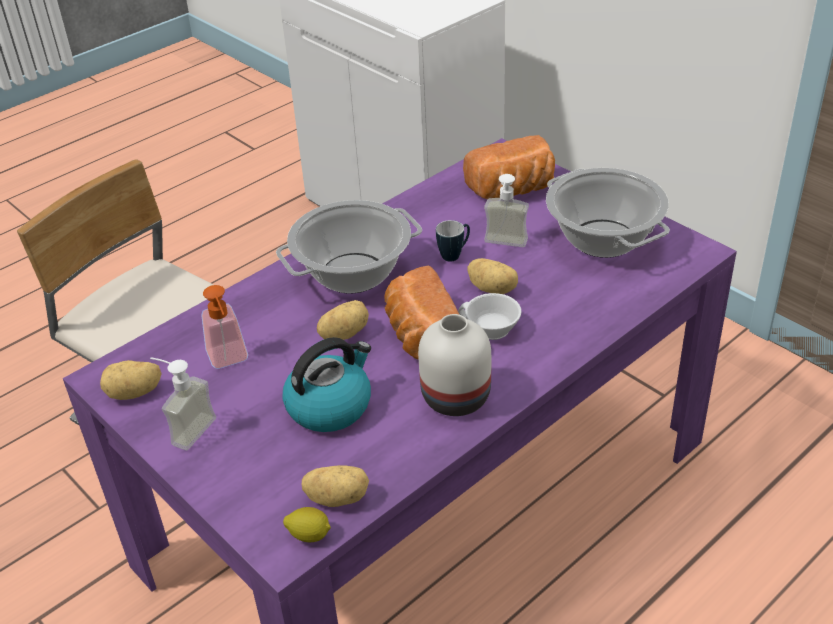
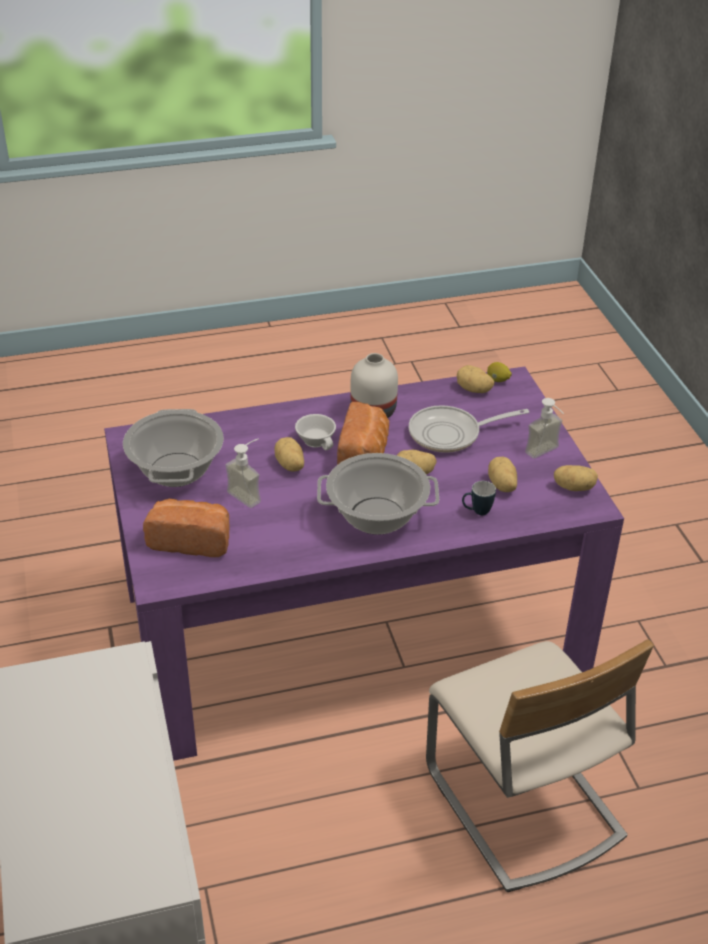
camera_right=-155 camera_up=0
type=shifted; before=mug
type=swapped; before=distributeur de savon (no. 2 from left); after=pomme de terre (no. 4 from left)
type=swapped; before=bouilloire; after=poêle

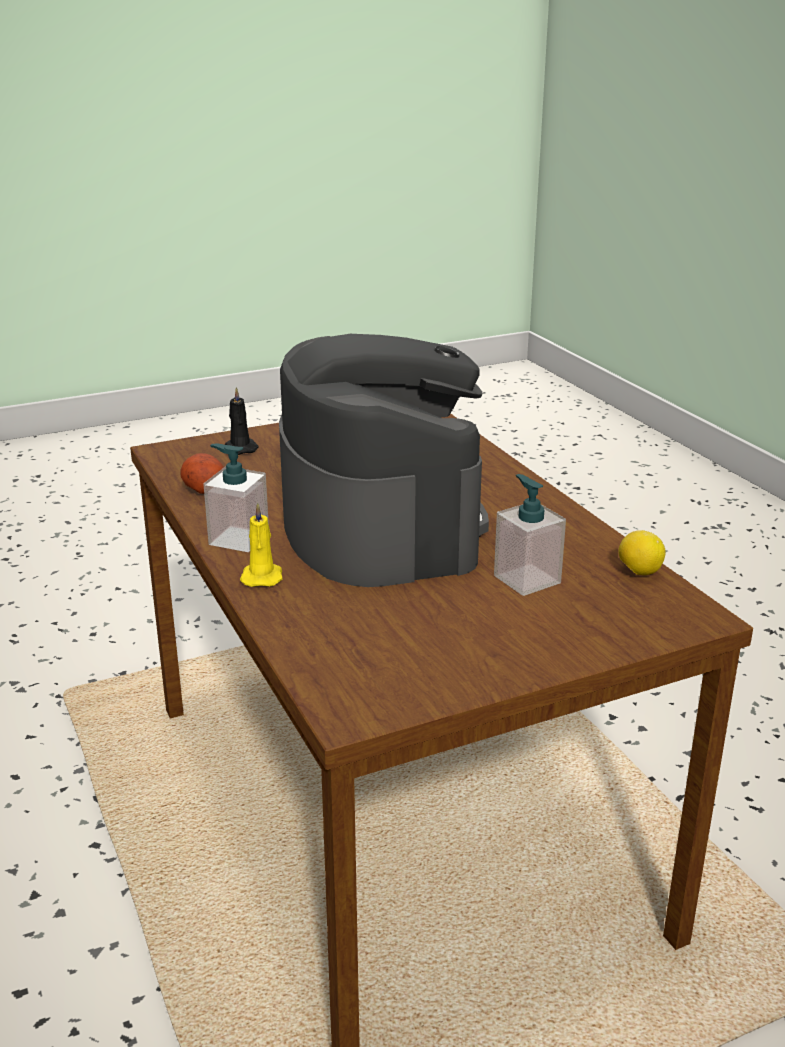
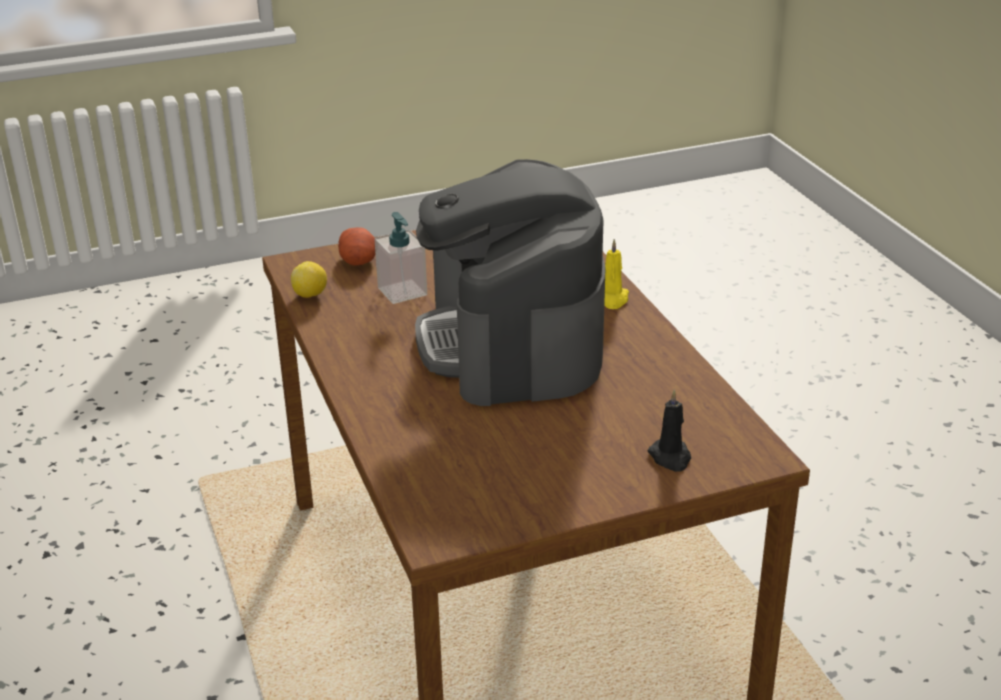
camera_right=-175 camera_up=5
type=gone; before=distributeur de savon (no. 1 from left)
type=shifted; before=pomme de terre

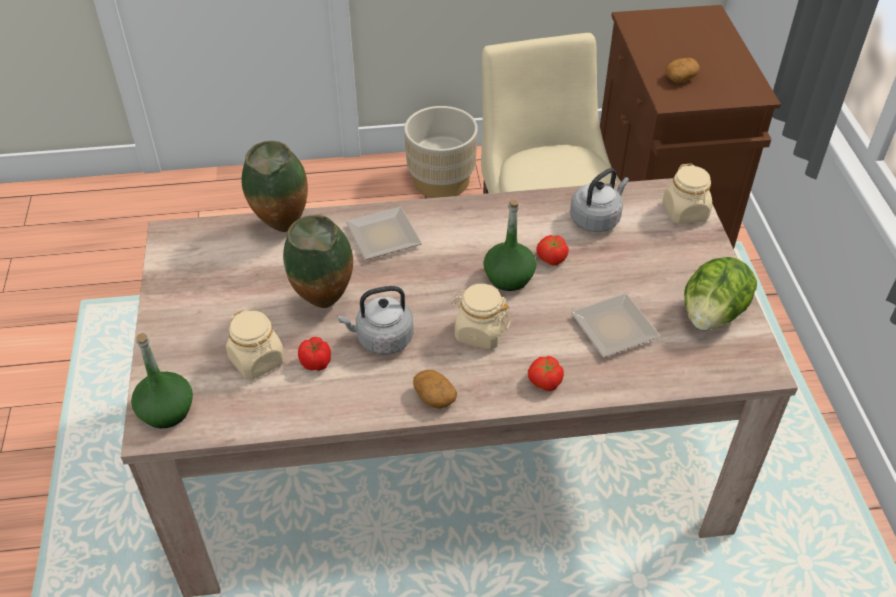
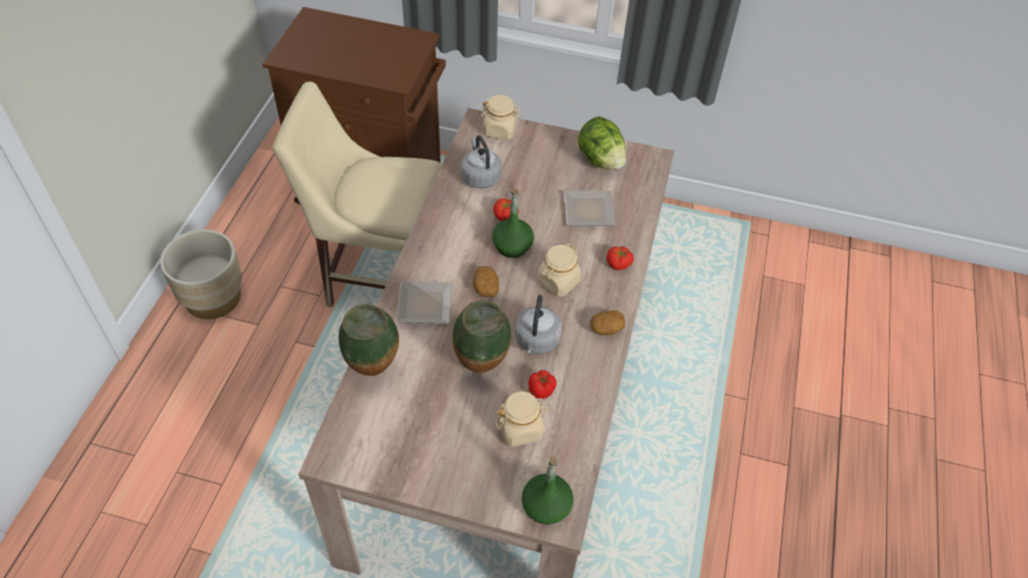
camera_right=-70 camera_up=5
type=shifted; before=pomme de terre (no. 2 from left in the first image); after=pomme de terre (no. 1 from left)

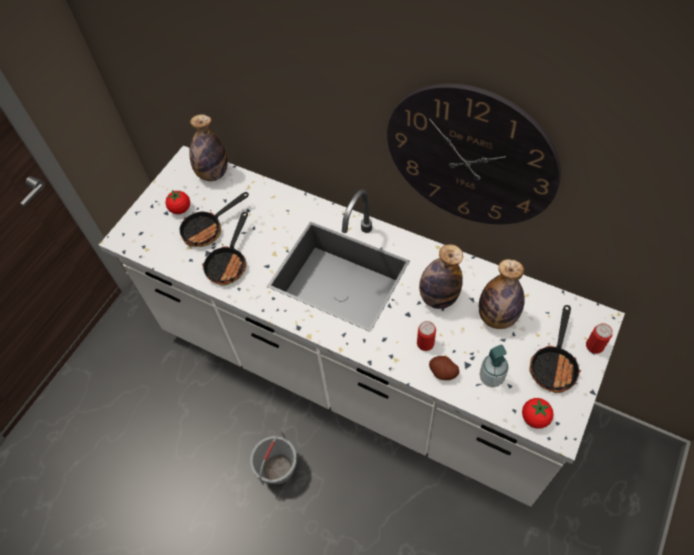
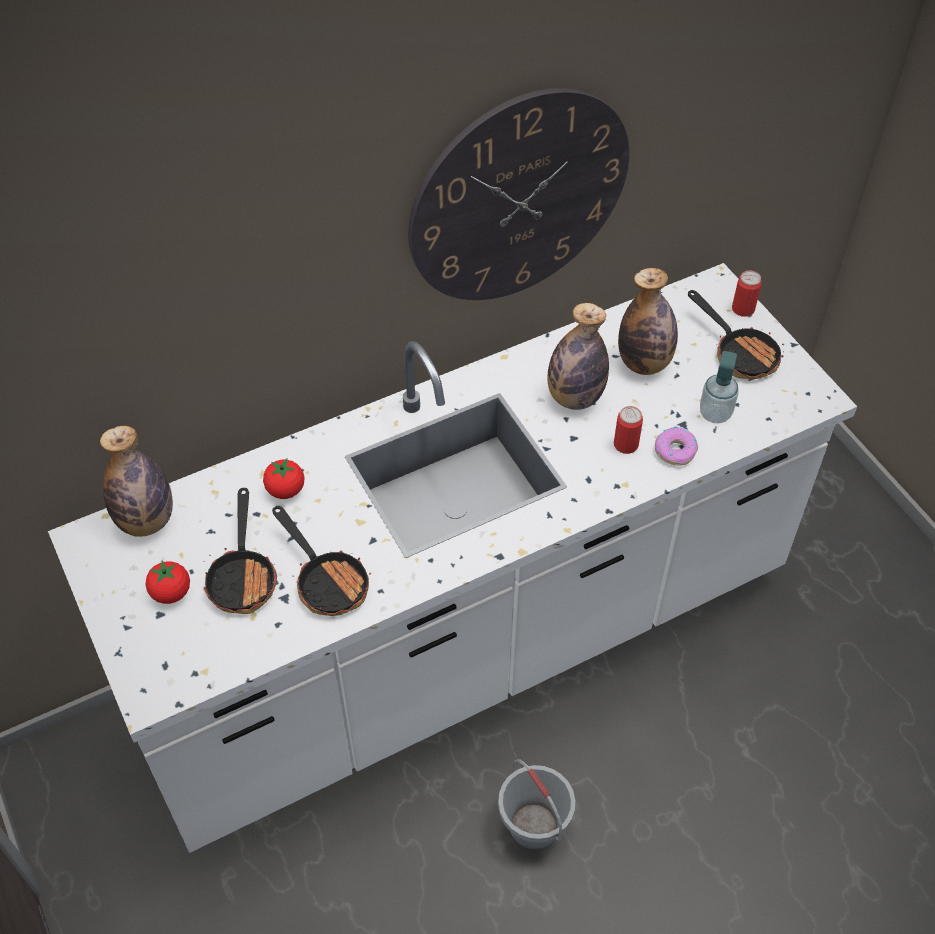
camera_right=-60 camera_up=-5
type=shifted; before=tomate (no. 2 from left)
type=swapped; before=pomme de terre; after=beignet

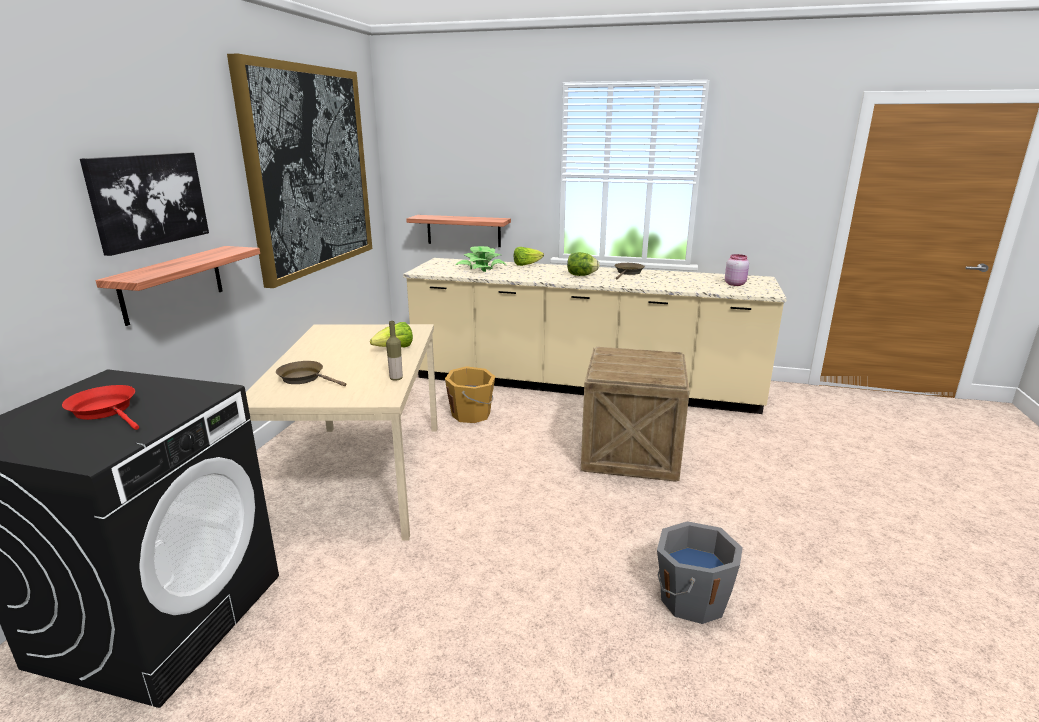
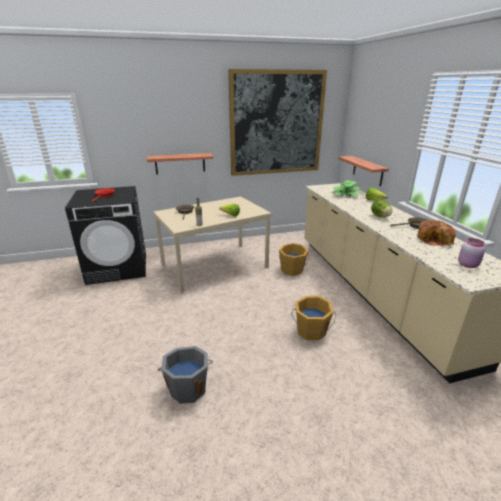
camera_right=60 camera_up=5
type=gone; before=tableau (no. 1 from left)
type=new; after=pain
type=swapped; before=caisse; after=seau [orange] (no. 2 from left)

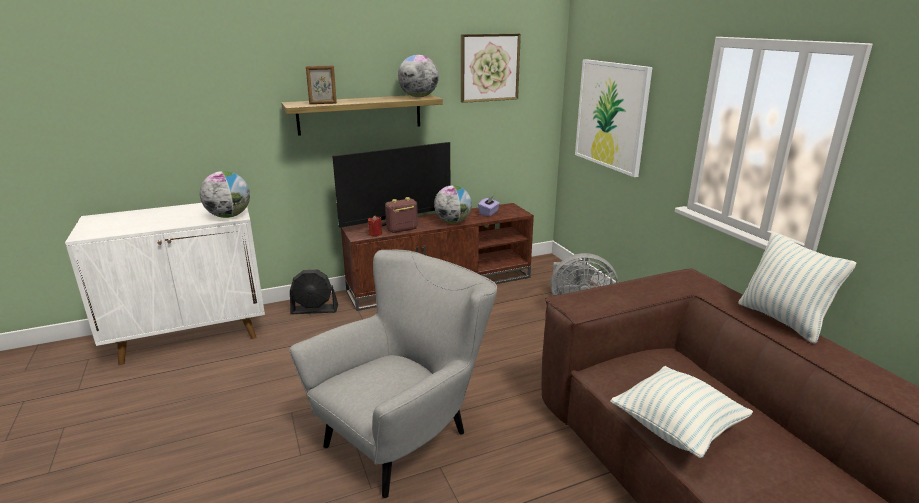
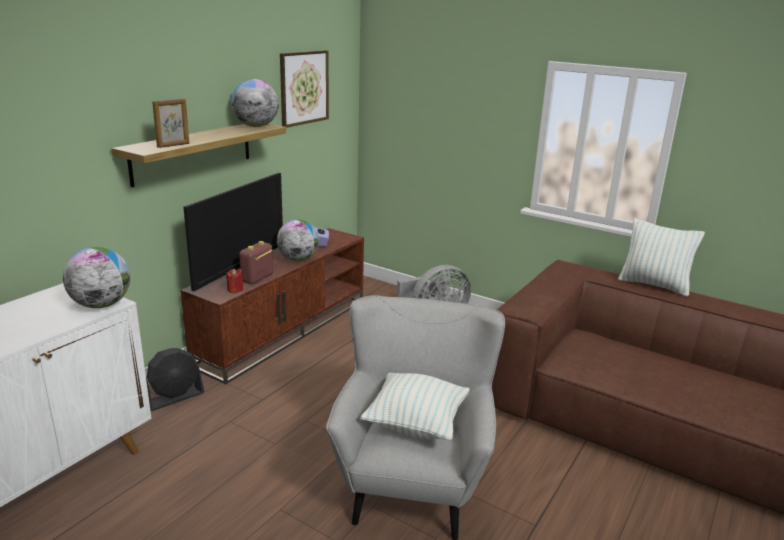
camera_right=-35 camera_up=0
type=gone; before=tableau (no. 2 from left)
type=shifted; before=coussin (no. 1 from left)

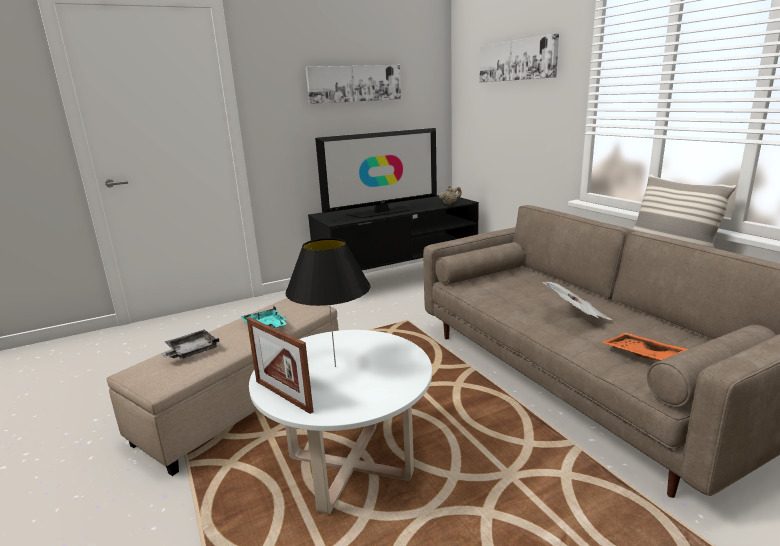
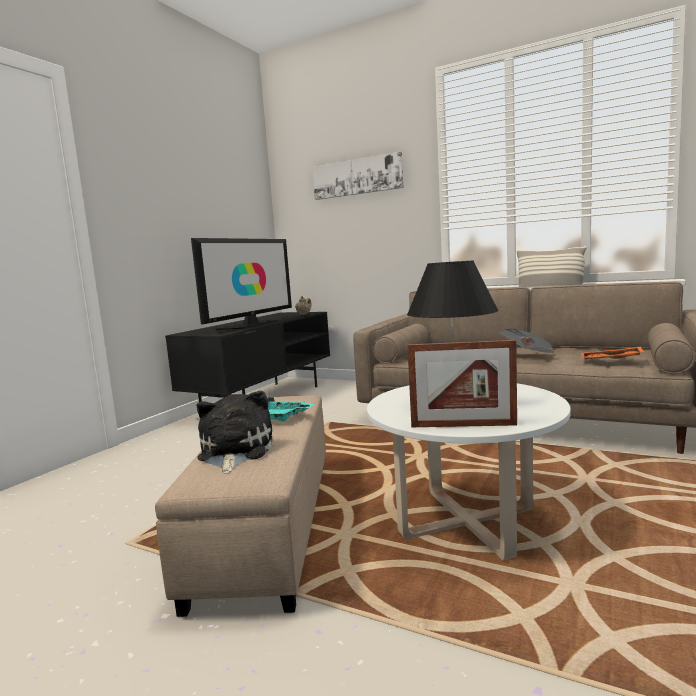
camera_right=-35 camera_up=-10
type=gone; before=tableau (no. 1 from left)
type=swapped; before=plateau [gris]; after=peluche

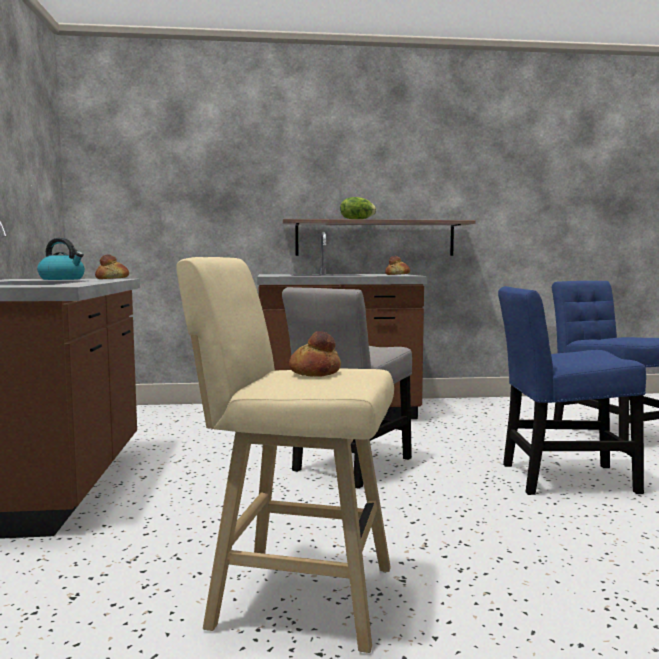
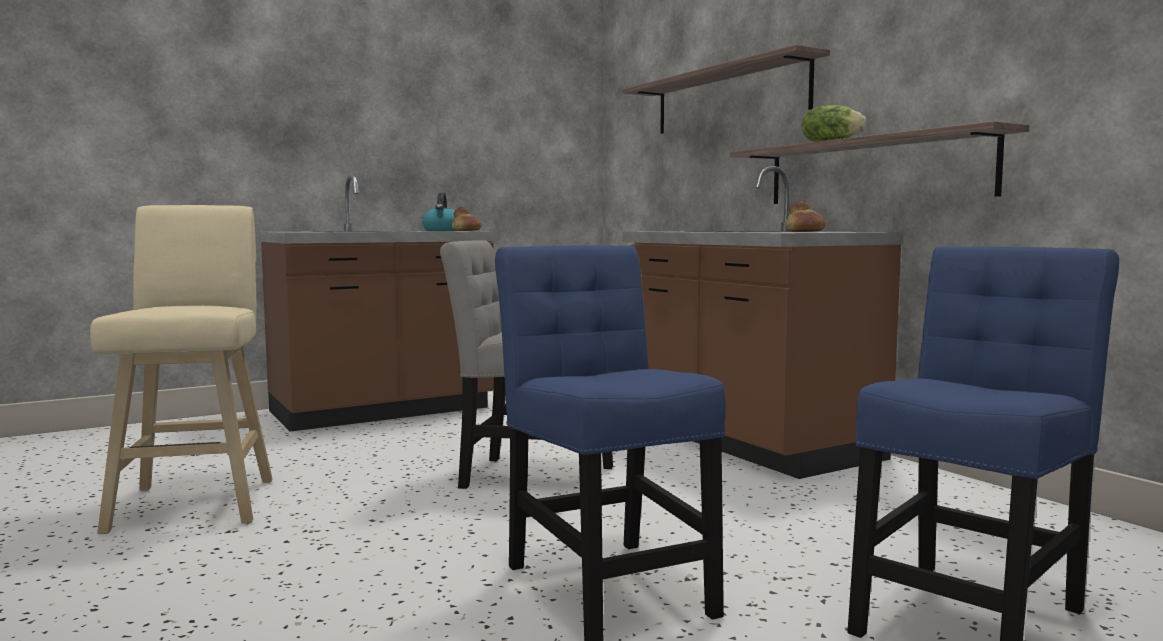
camera_right=65 camera_up=0
type=gone; before=pain (no. 2 from left)
type=new; after=étagère (no. 1 from left)

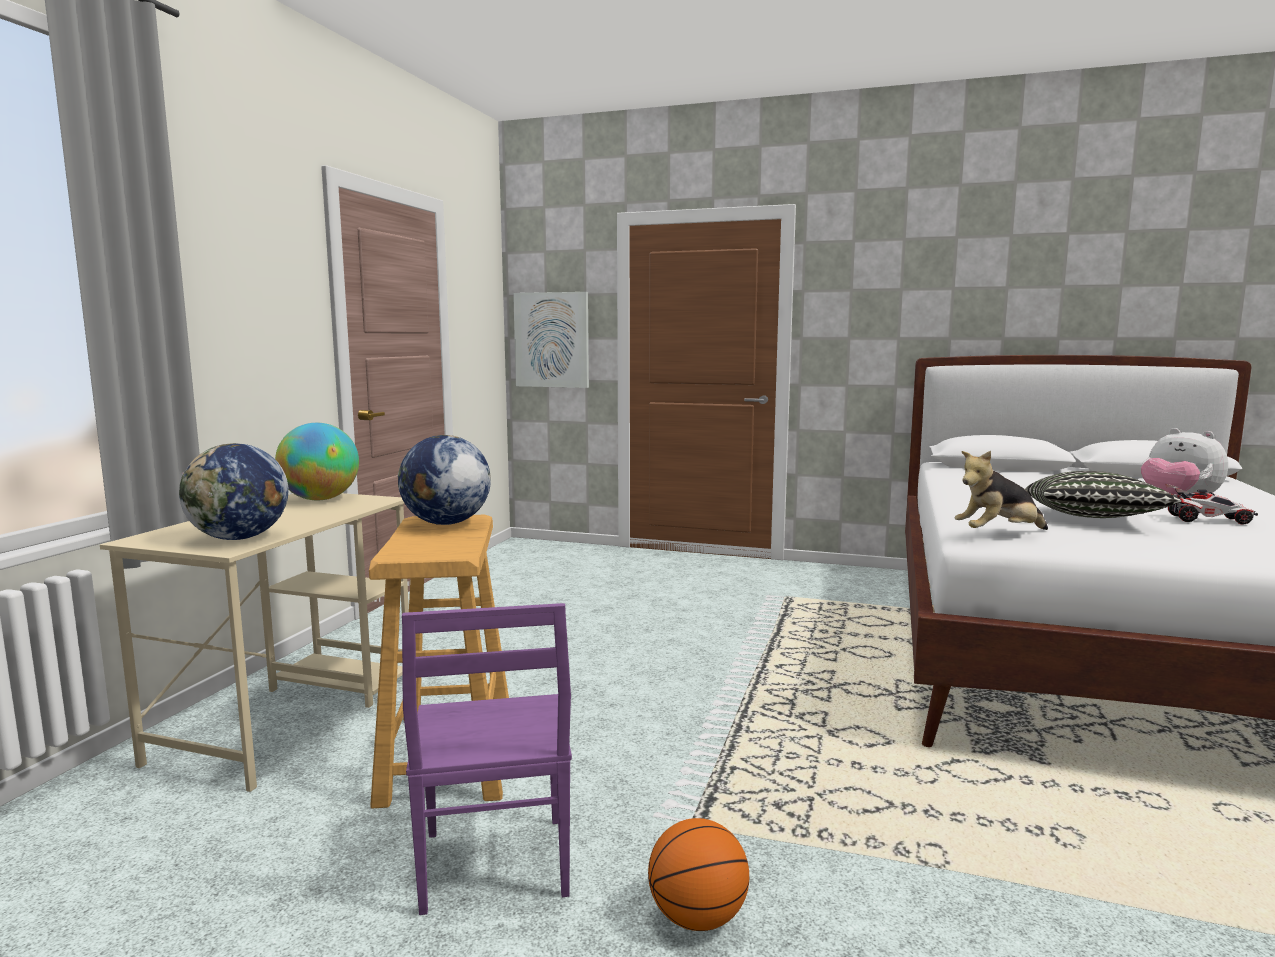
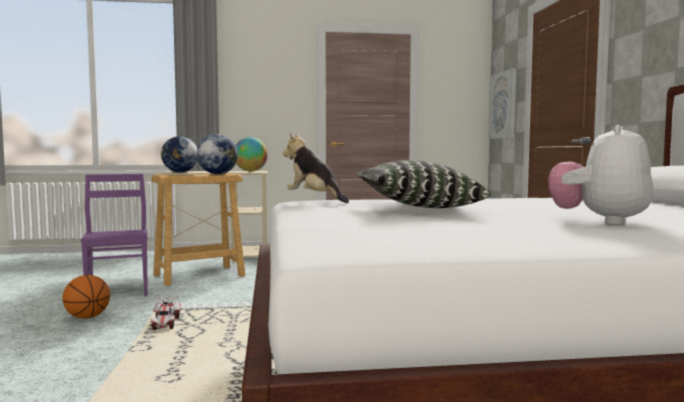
camera_right=65 camera_up=-5
type=shifted; before=petite voiture
type=rotated; before=chaise [violet]; turn=105

